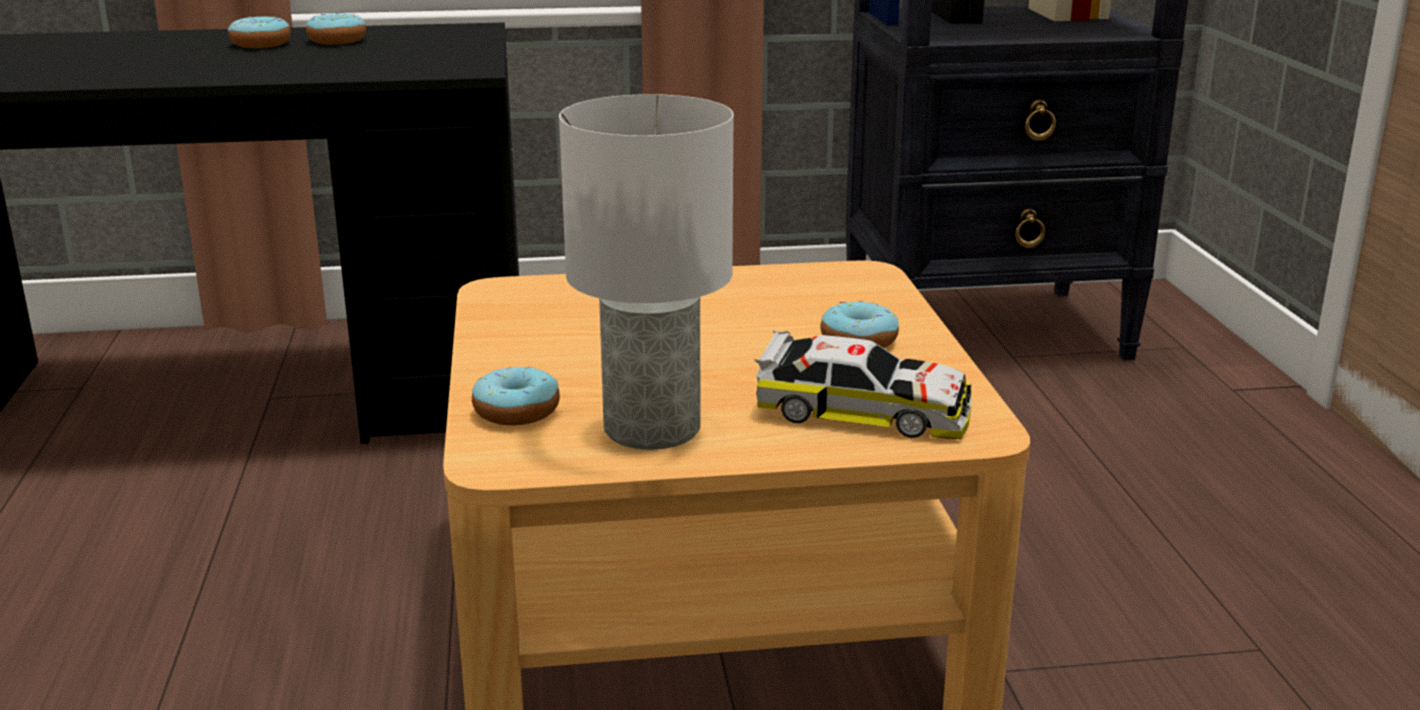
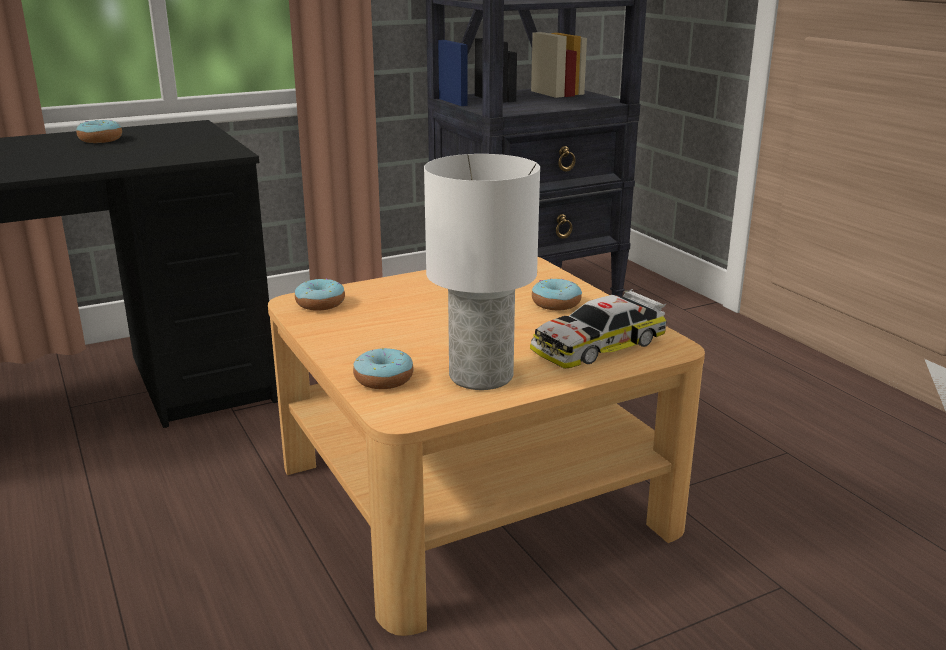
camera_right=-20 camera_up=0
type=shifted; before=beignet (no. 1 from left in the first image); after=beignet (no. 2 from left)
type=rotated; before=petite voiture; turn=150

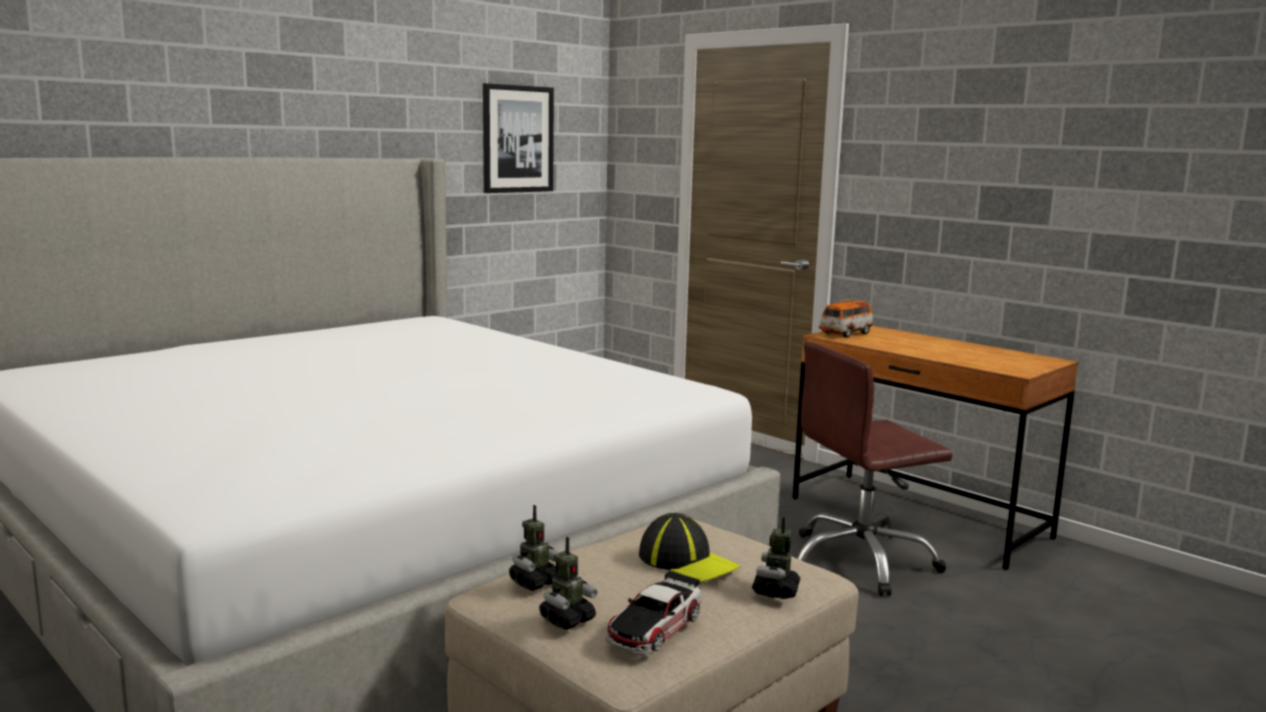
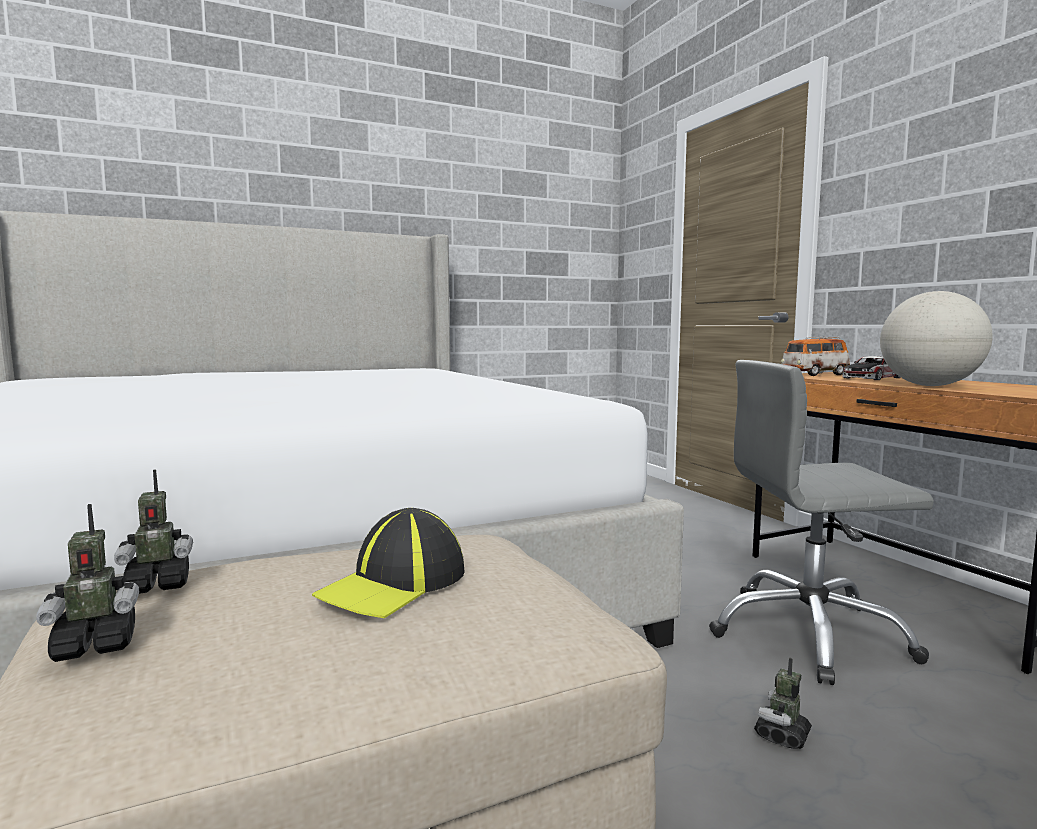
camera_right=20 camera_up=-5
type=gone; before=tableau
type=new; after=globe
type=shifted; before=petite voiture (no. 1 from left in the first image); after=petite voiture (no. 2 from left)
type=shifted; before=robot jouet (no. 3 from left)
type=repainted; before=chaise de bureau [marron]; after=chaise de bureau [gris]
type=rotated; before=casquette; turn=60

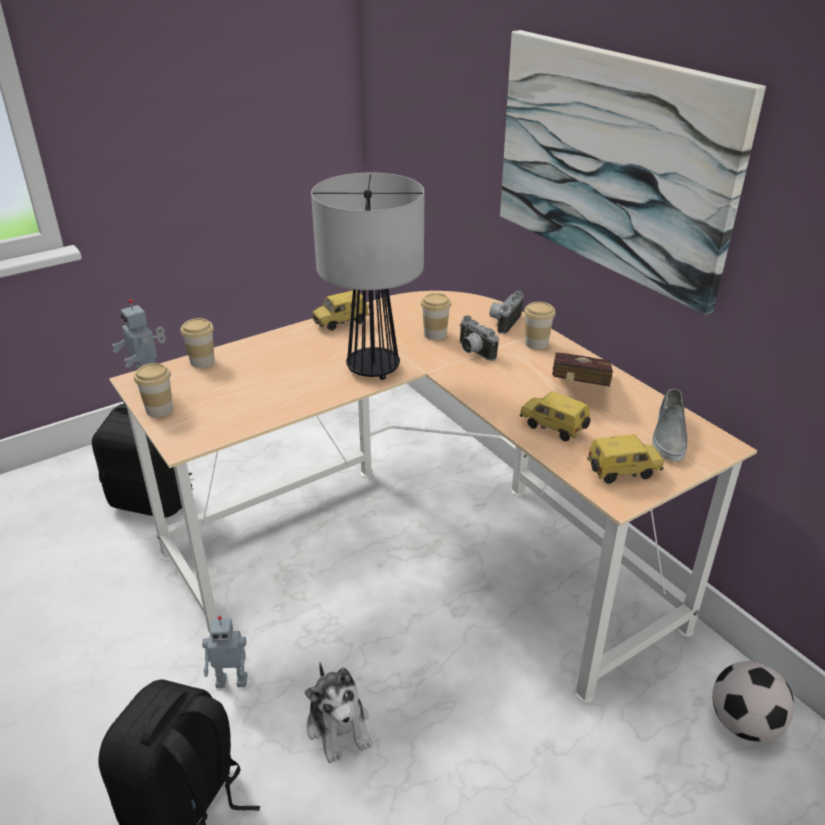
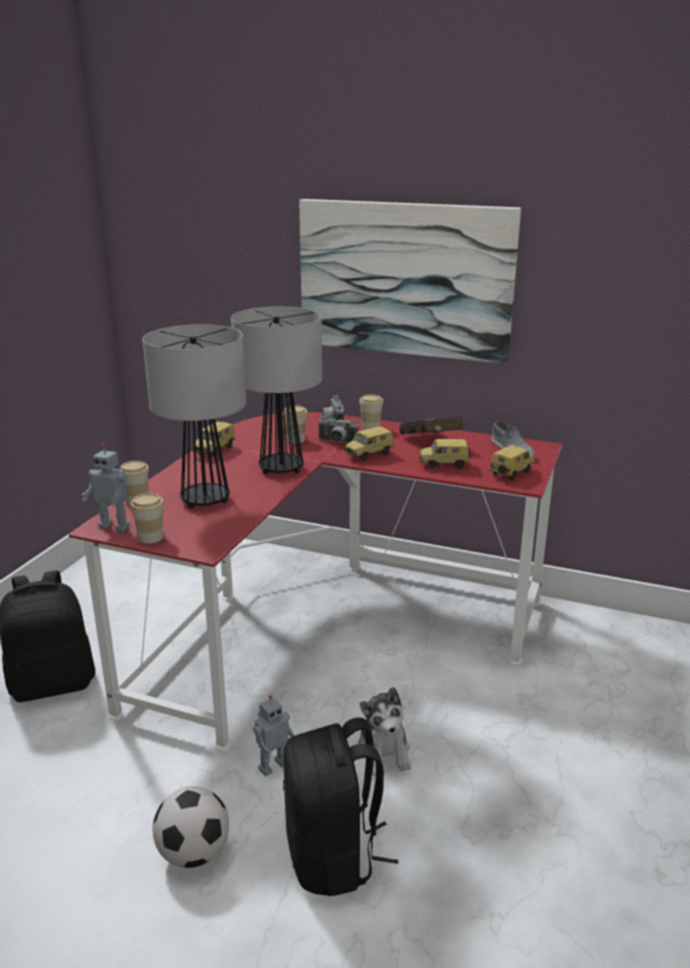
camera_right=-35 camera_up=-10
type=new; after=lampe de table (no. 1 from left)
type=new; after=petite voiture (no. 2 from left)
type=shifted; before=ballon de foot
type=repainted; before=bureau [beige]; after=bureau [rouge]
type=rotated; before=peluche; turn=45

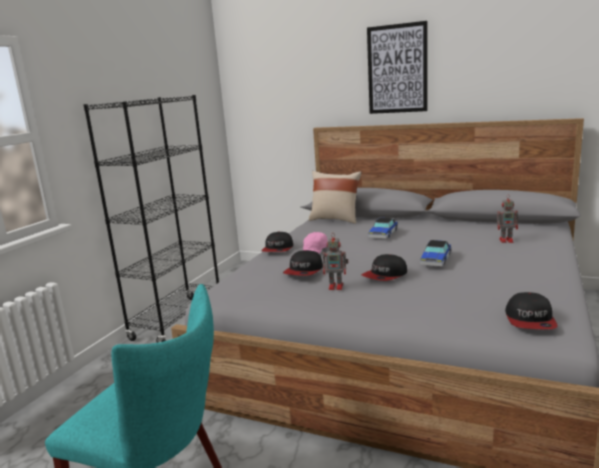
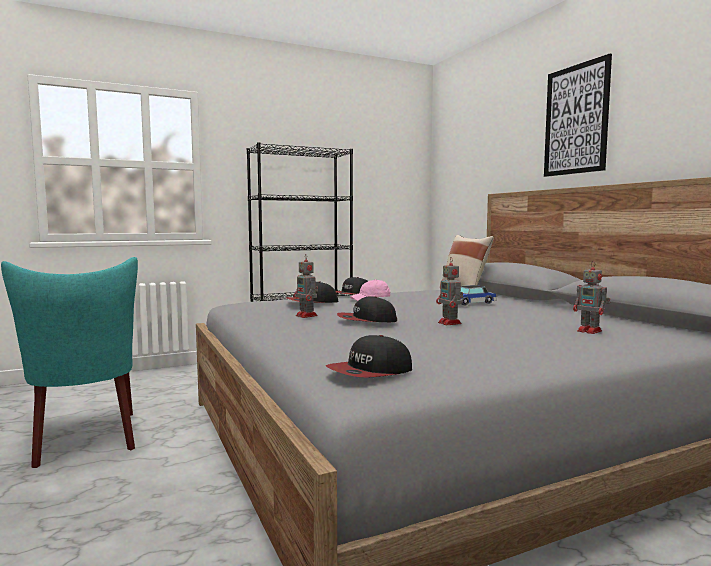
camera_right=40 camera_up=-10
type=swapped; before=petite voiture (no. 2 from left); after=robot jouet (no. 2 from left)

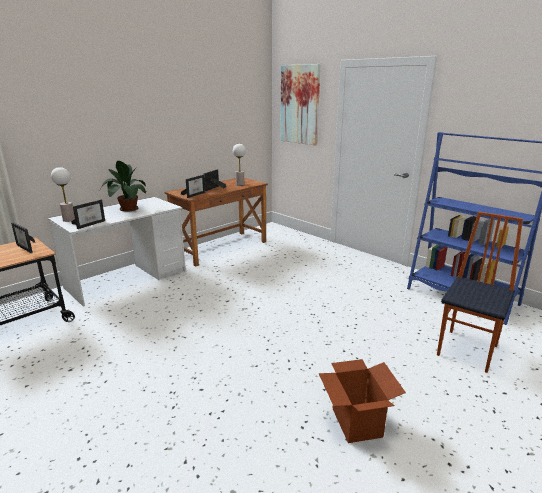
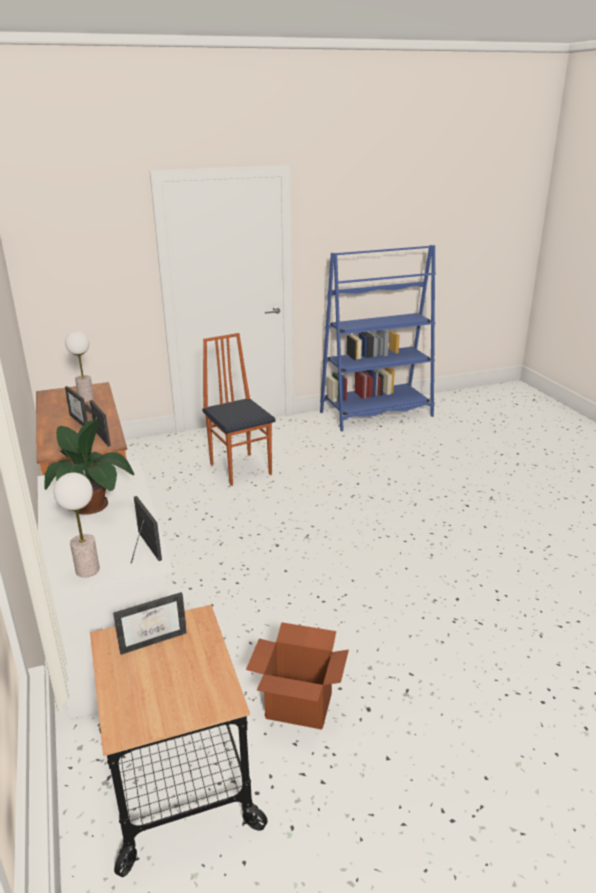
camera_right=-65 camera_up=5
type=gone; before=tableau
type=shifted; before=carton
type=shifted; before=chaise

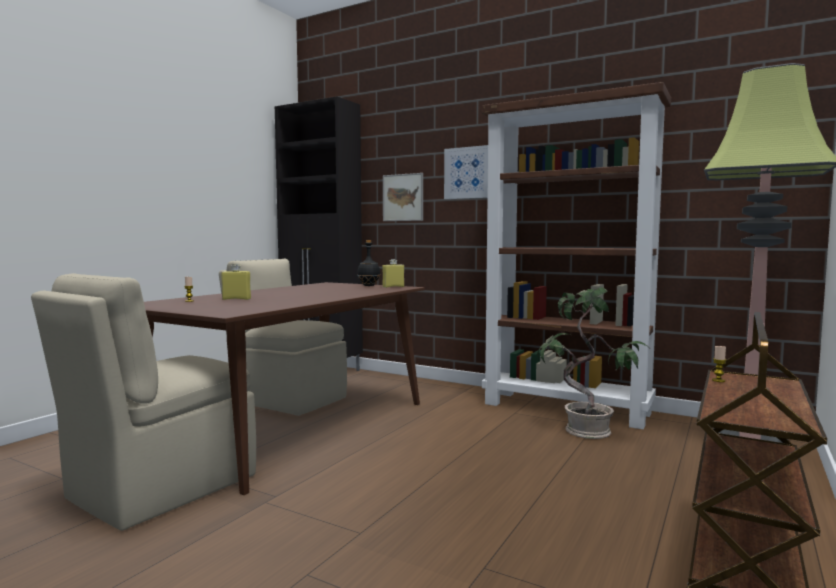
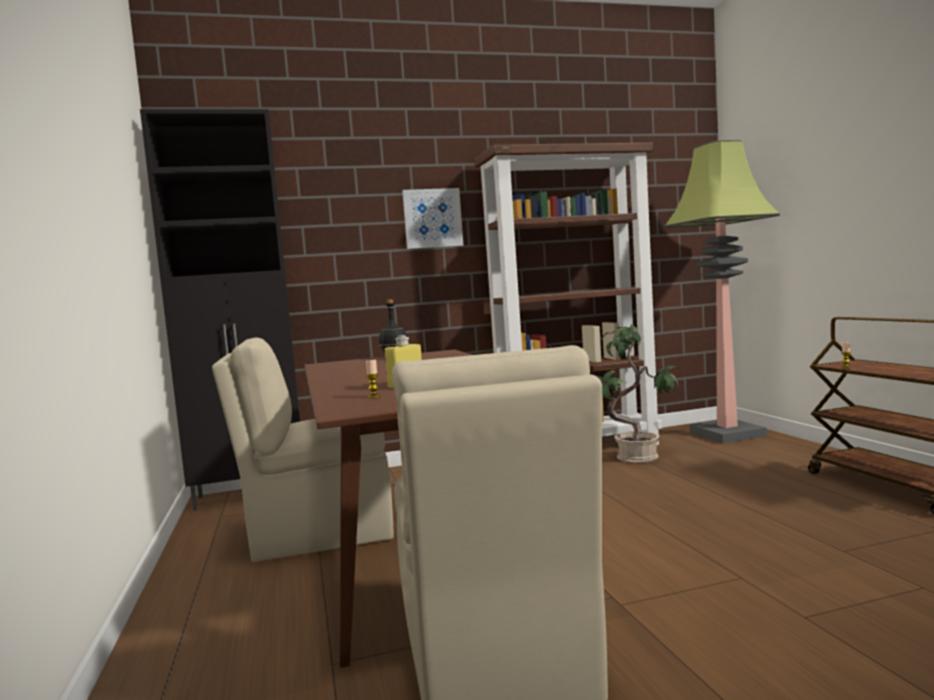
camera_right=-45 camera_up=0
type=gone; before=bouteille [jaune] (no. 2 from left)
type=gone; before=tableau (no. 1 from left)

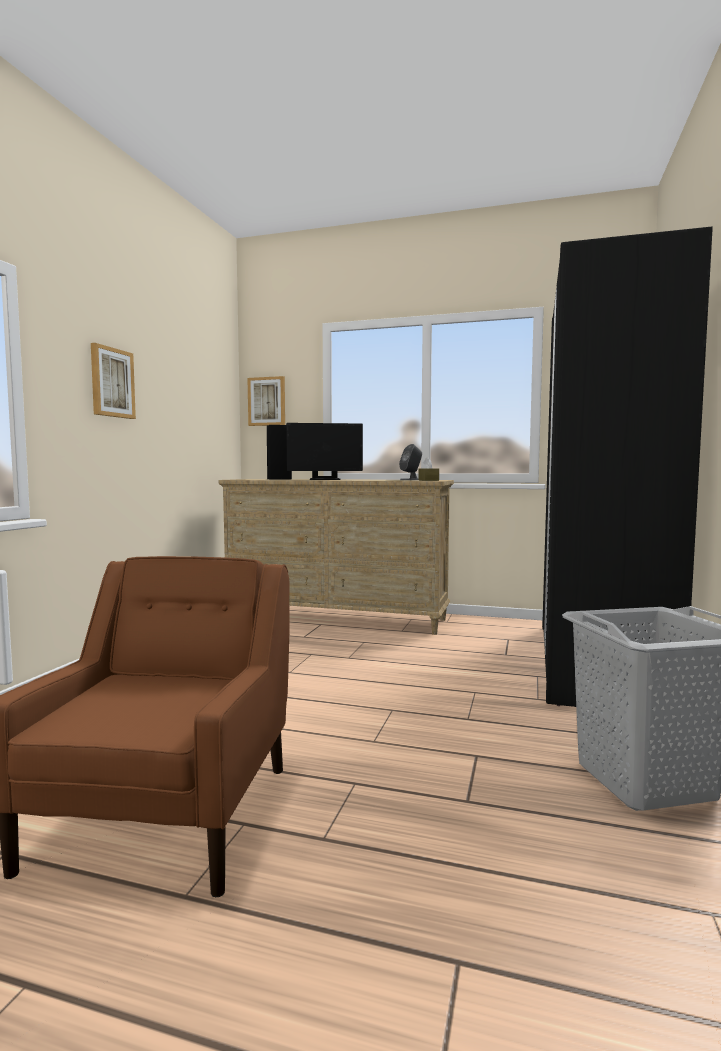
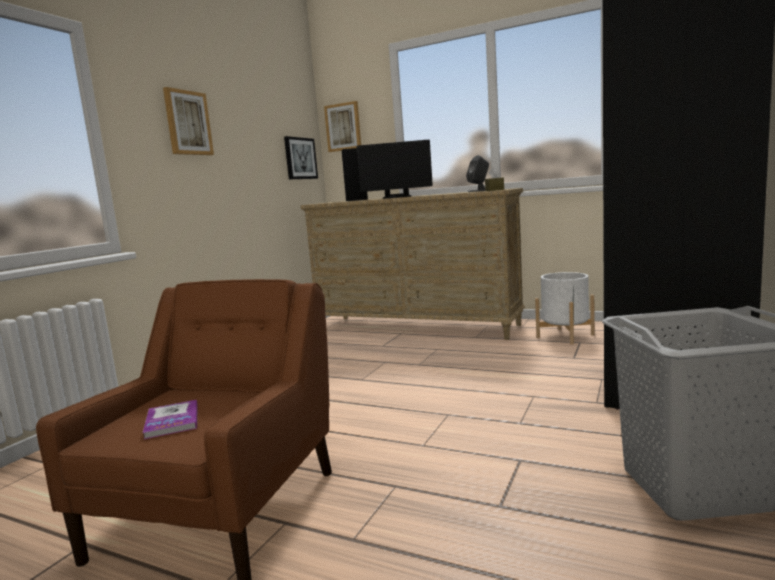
camera_right=10 camera_up=5
type=new; after=livre
type=new; after=tableau (no. 2 from left)
type=new; after=cache-pot [blanc]

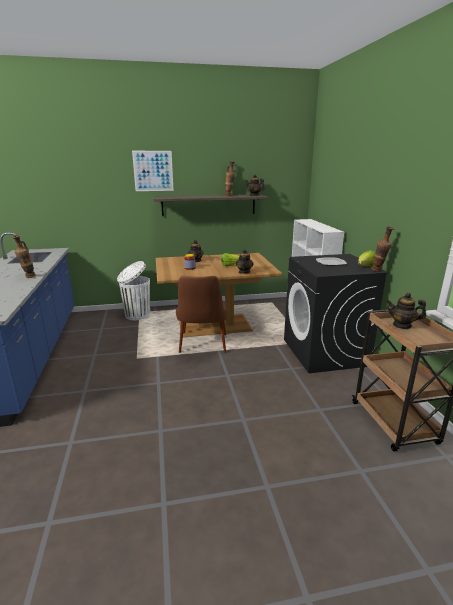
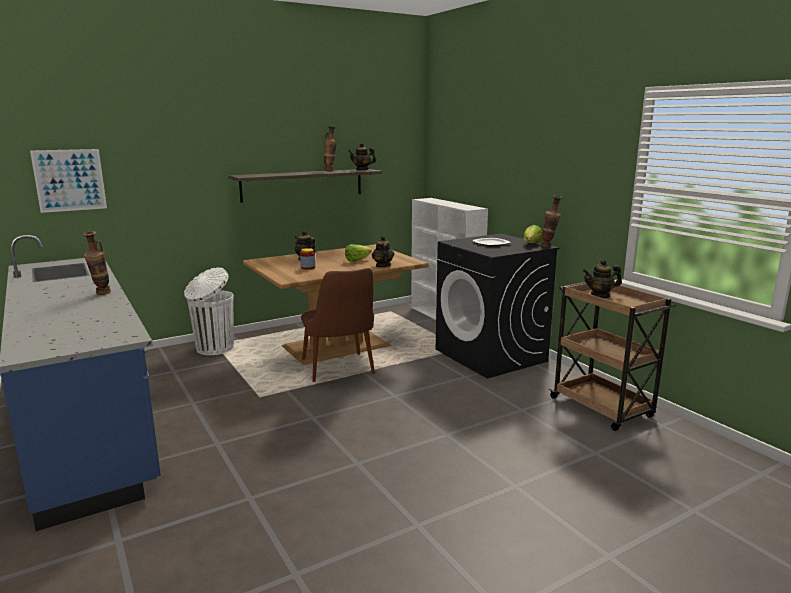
camera_right=-20 camera_up=-5
type=shifted; before=tableau

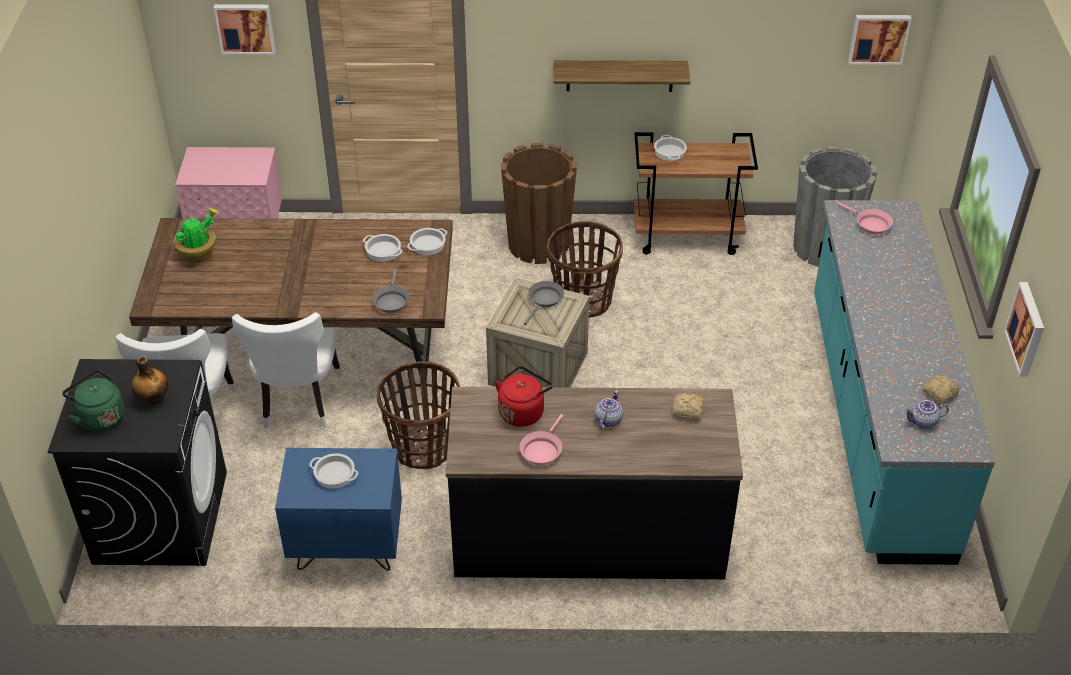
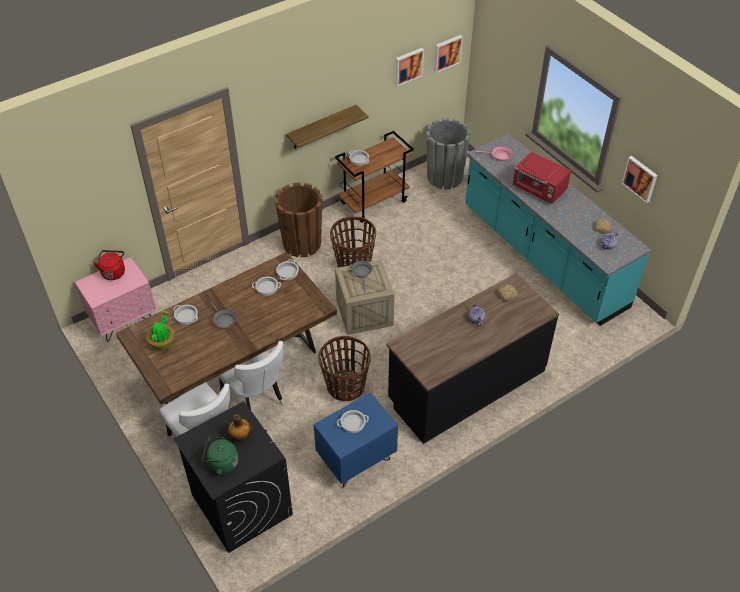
camera_right=-35 camera_up=5
type=gone; before=poêle [rose] (no. 1 from left)
type=new; after=marmite (no. 1 from left)
type=new; after=micro-ondes [rouge]
type=shifted; before=tableau (no. 1 from left)
type=shifted; before=poêle [gris] (no. 1 from left)
type=shifted; before=bouilloire [rouge]

